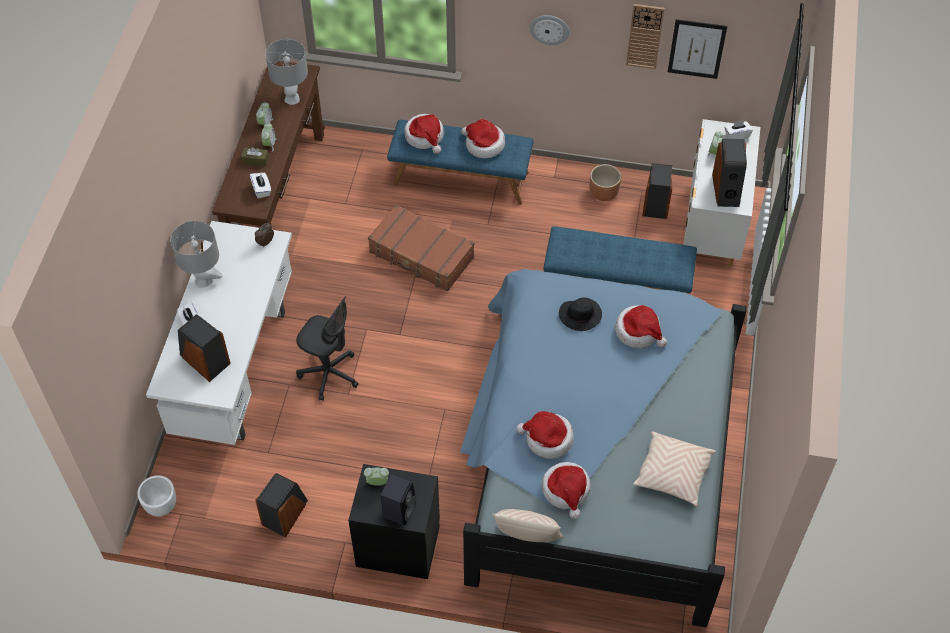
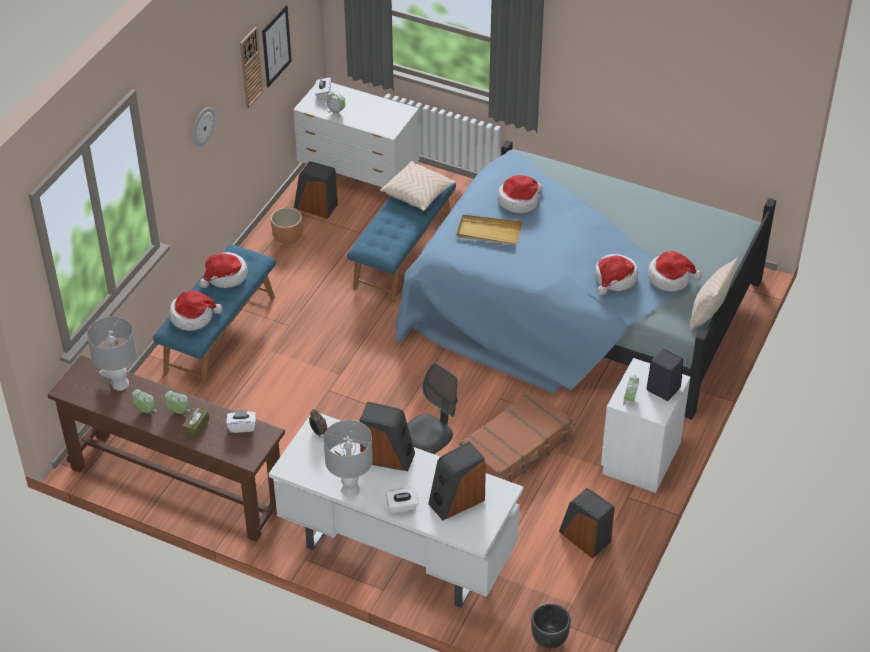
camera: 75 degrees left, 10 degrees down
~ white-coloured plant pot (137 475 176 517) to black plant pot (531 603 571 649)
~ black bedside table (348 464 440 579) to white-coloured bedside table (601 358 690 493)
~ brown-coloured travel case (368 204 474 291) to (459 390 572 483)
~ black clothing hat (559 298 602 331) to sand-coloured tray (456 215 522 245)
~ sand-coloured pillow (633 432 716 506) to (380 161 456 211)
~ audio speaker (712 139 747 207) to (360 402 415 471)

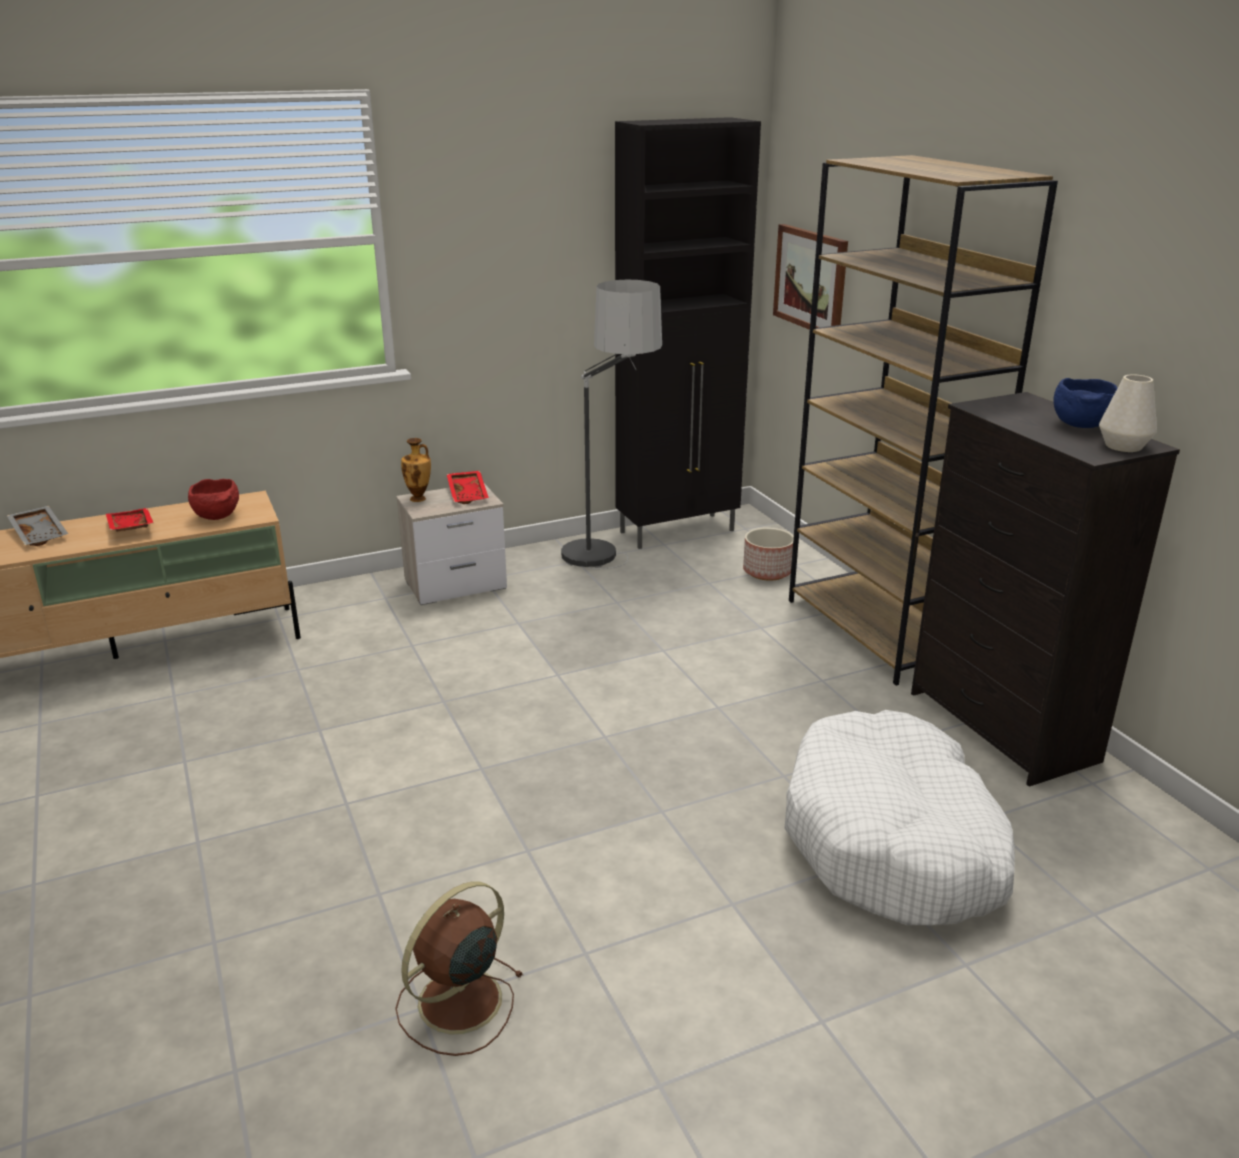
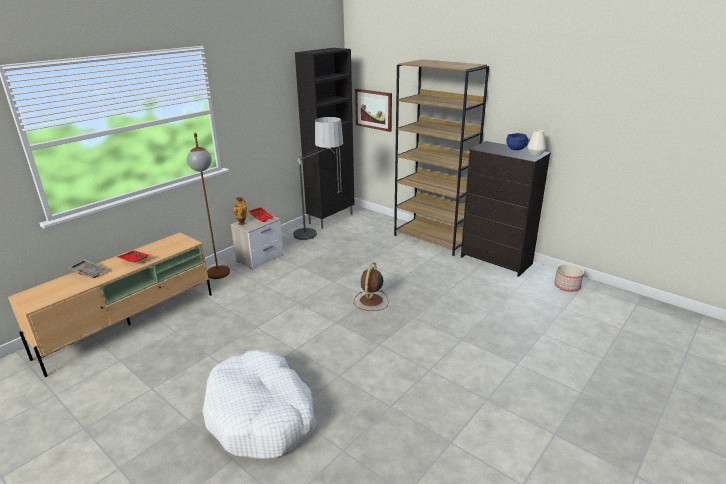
camera: 25 degrees left, 0 degrees up
- red-coloured bowl (188 479 239 520)
~ brown-coloured fan (395 881 523 1056) to (354 262 388 311)
~ plant pot (743 528 794 581) to (554 264 584 292)
~ white-coloured dog bed (784 710 1015 925) to (203 350 316 459)
+ brown-coloured standing lamp (187 133 230 279)

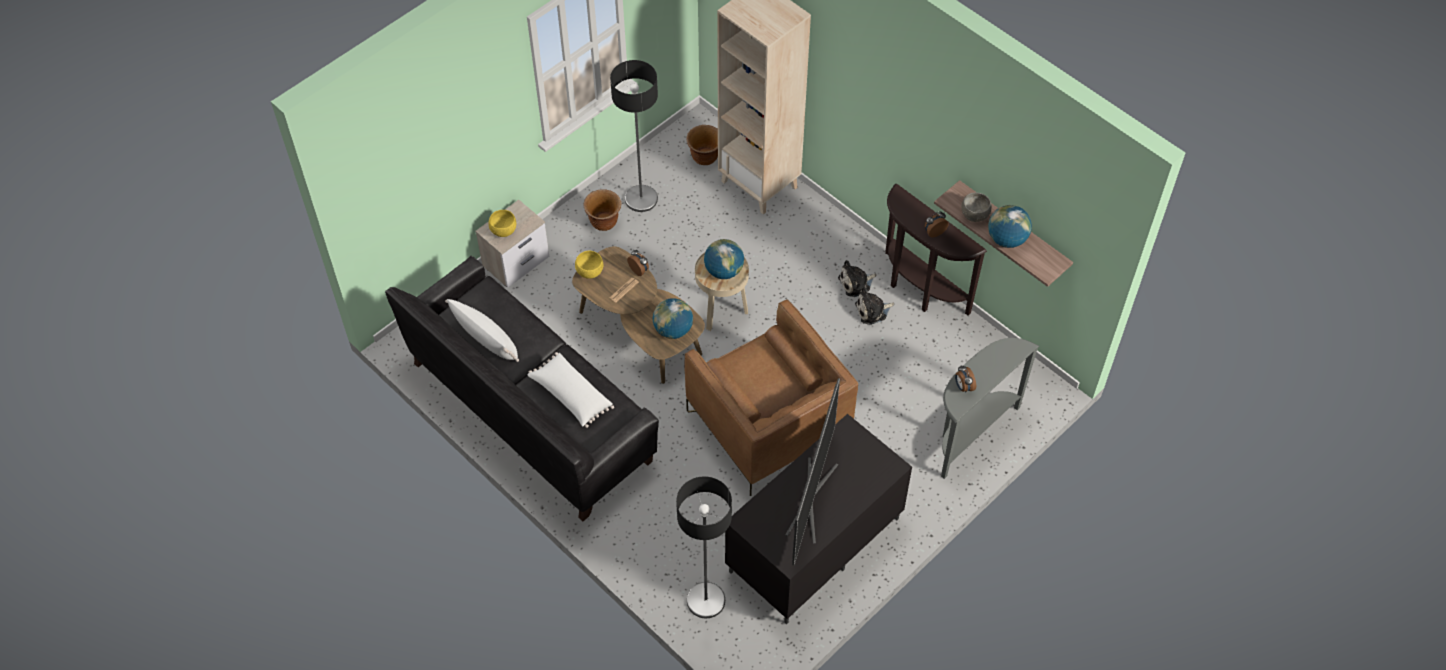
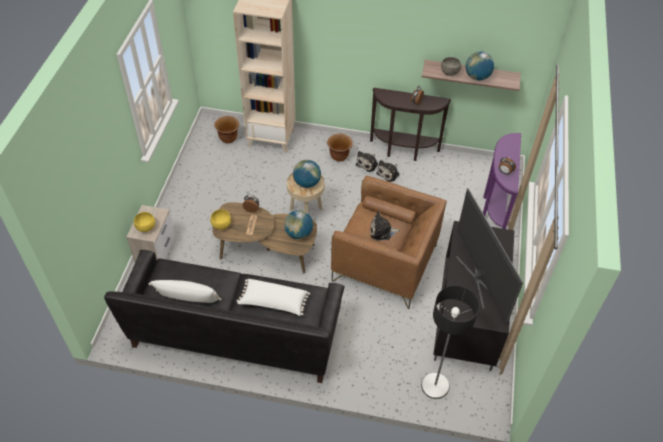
camera: 35 degrees left, 5 degrees down
~ brown-coloured plant pot (584 189 621 231) to (327 134 353 162)
- standing lamp (610 60 658 212)
~ gray console table (941 338 1039 479) to purplish console table (483 133 521 229)
+ soft toy (370 211 400 241)

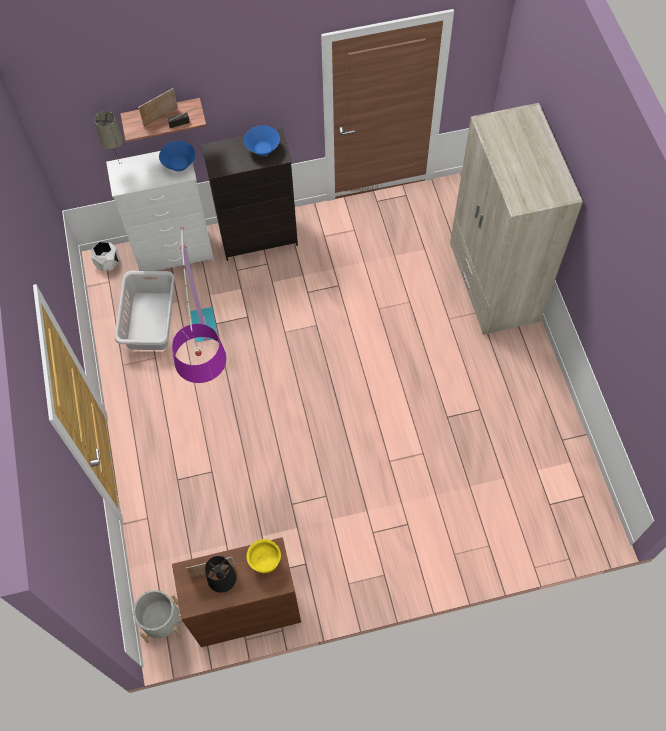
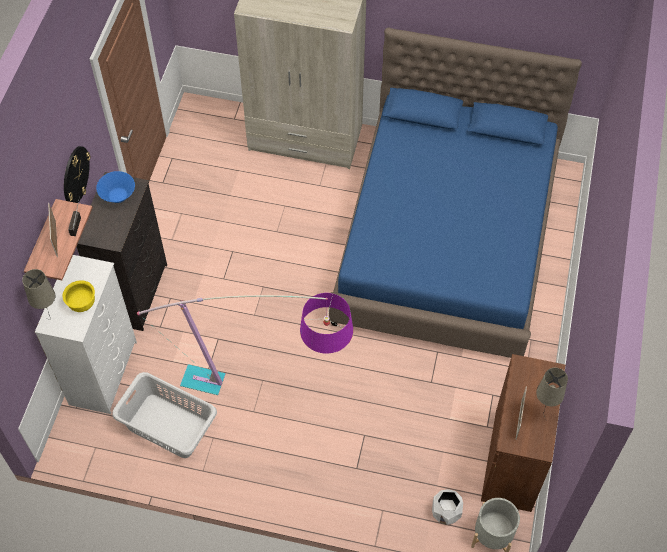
camera: 65 degrees left, 5 degrees down
~ white-coloured plant pot (91 242 119 271) to (432 489 463 525)
- bluish bowl (159 141 195 171)
~ black tabletop lamp (205 556 237 597) to sand-coloured tabletop lamp (536 367 568 417)
~ yellow-coloured bowl (247 539 281 573) to (63 280 95 312)
+ wall clock (64 146 91 203)
+ bluish sleeping bed (329 27 582 358)

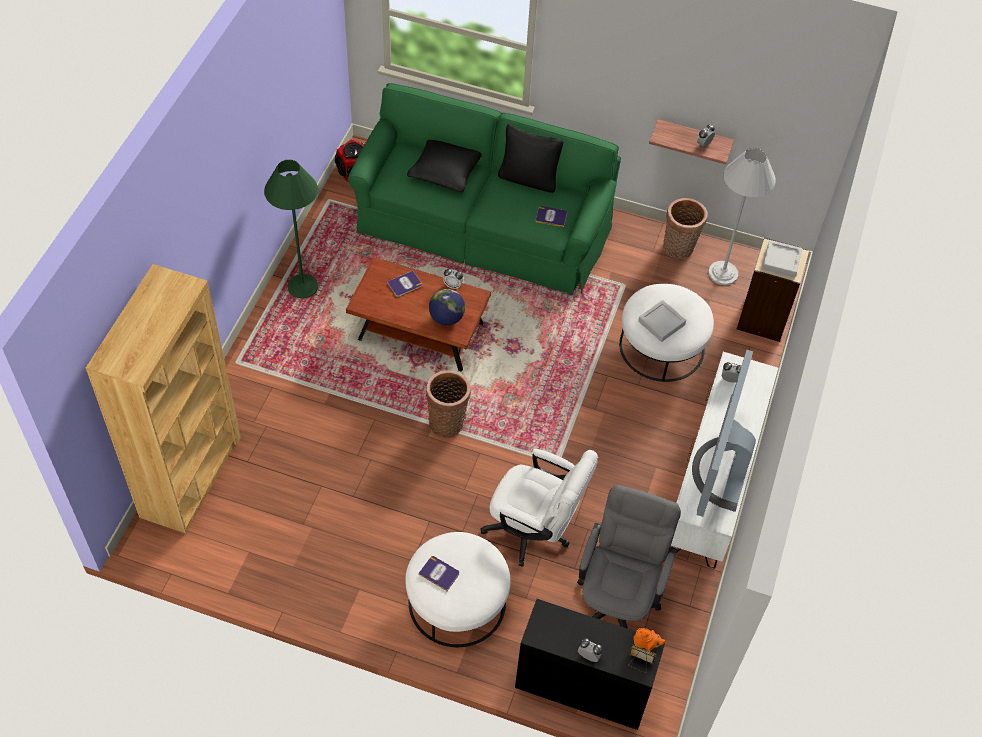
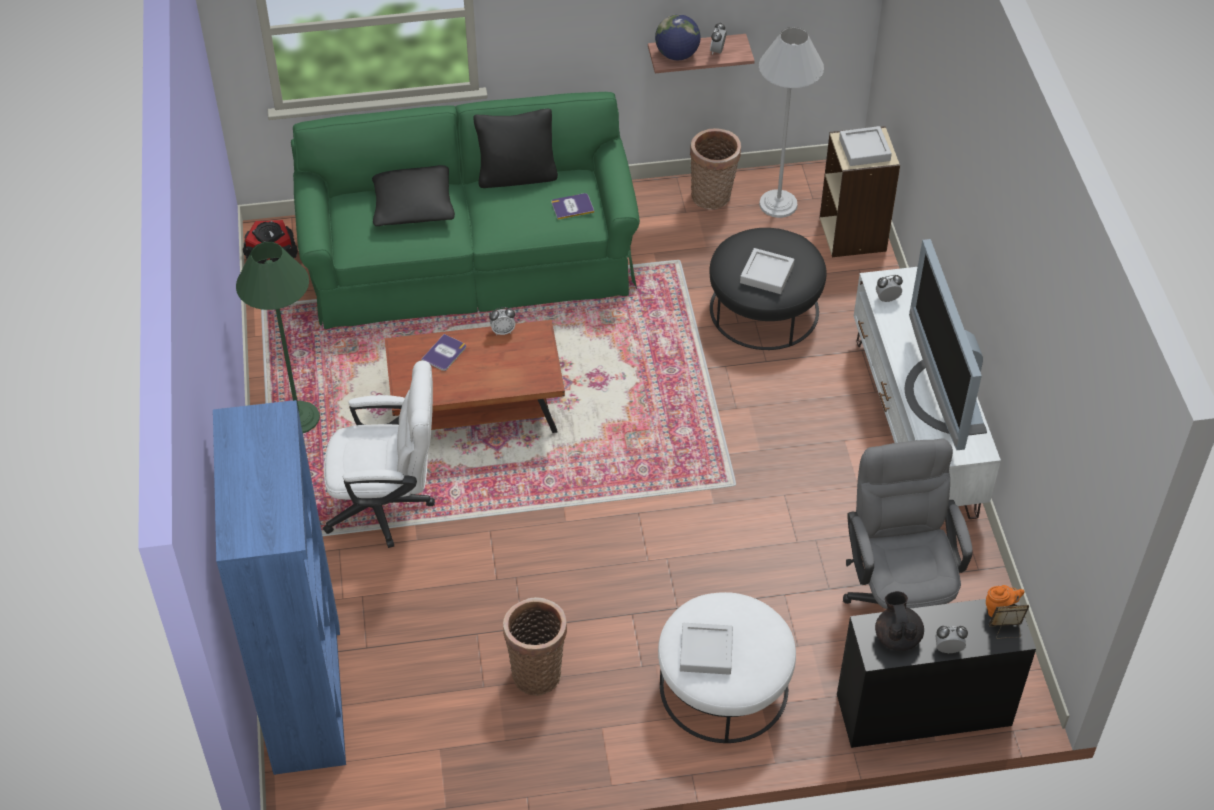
camera: 25 degrees left, 5 degrees down
~ brown-coloured bookcase (86 264 241 533) to bluish bookcase (213 400 346 775)
~ volume (418 556 459 591) to gray tray (680 623 733 675)
~ household basket (426 371 471 438) to (503 597 567 696)
~ world globe (429 289 465 325) to (655 14 701 60)
~ white-coloured computer chair (480 449 598 567) to (323 361 435 548)
~ white-coloured footrest (619 284 714 382) to black footrest (709 228 827 350)
+ black tea pot (875 591 924 651)

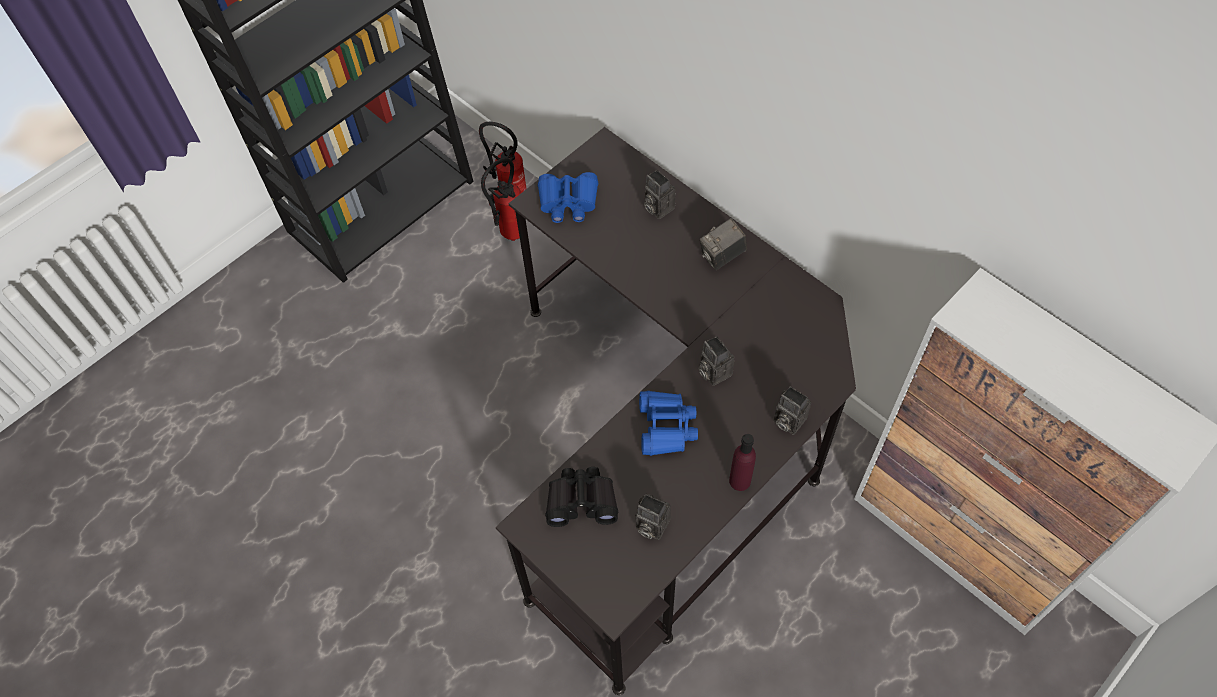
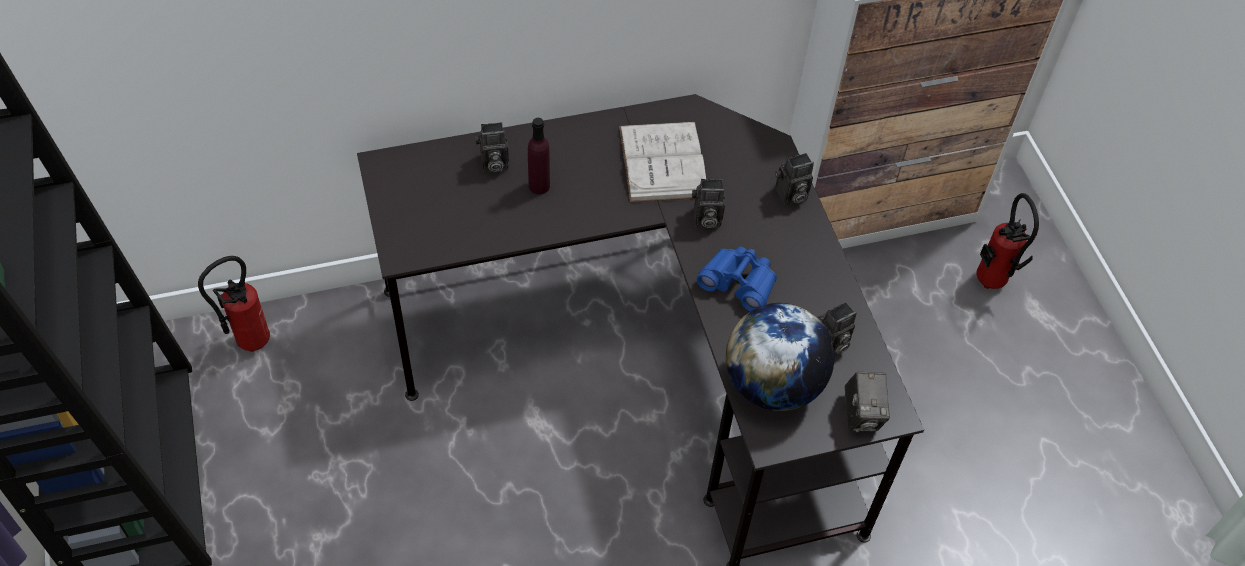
camera: 65 degrees left, 5 degrees down
~ fire-fighting cylinder (481 158 521 241) to (976 193 1039 289)
- bluish binoculars (538 172 598 223)
~ black binoculars (545 467 618 527) to world globe (726 303 835 411)
~ still camera (700 218 747 270) to (845 372 890 432)
~ purplish beverage bottle (729 434 756 491) to (528 118 550 194)
+ white-coloured volume (619 122 706 203)

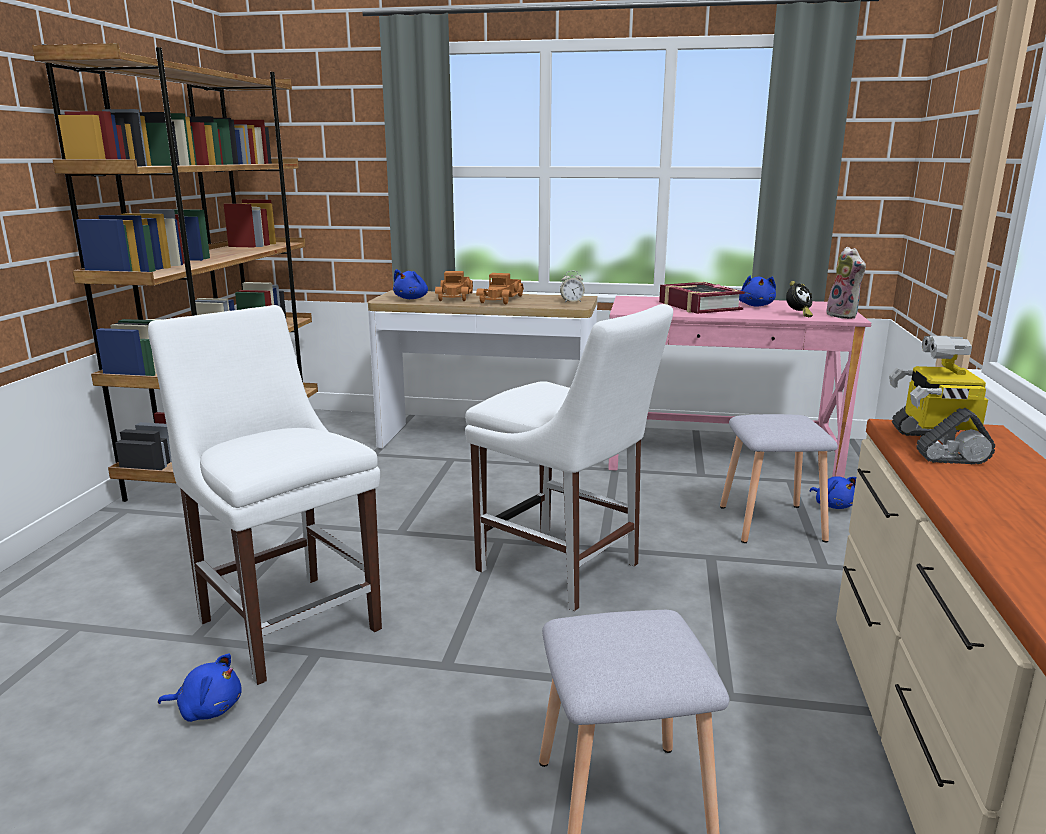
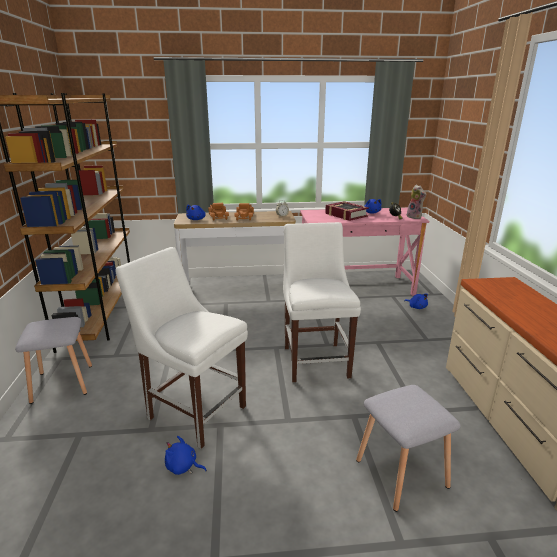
camera: 15 degrees left, 5 degrees up
~ bluish soft toy (158 654 242 722) = (165 436 207 475) 150 degrees counterclockwise
~ white-coloured plain chair (465 304 673 611) = (283 222 361 382) 120 degrees counterclockwise
~ gray stool (720 414 838 543) to (15 317 92 404)
- toy robot (889 336 995 465)

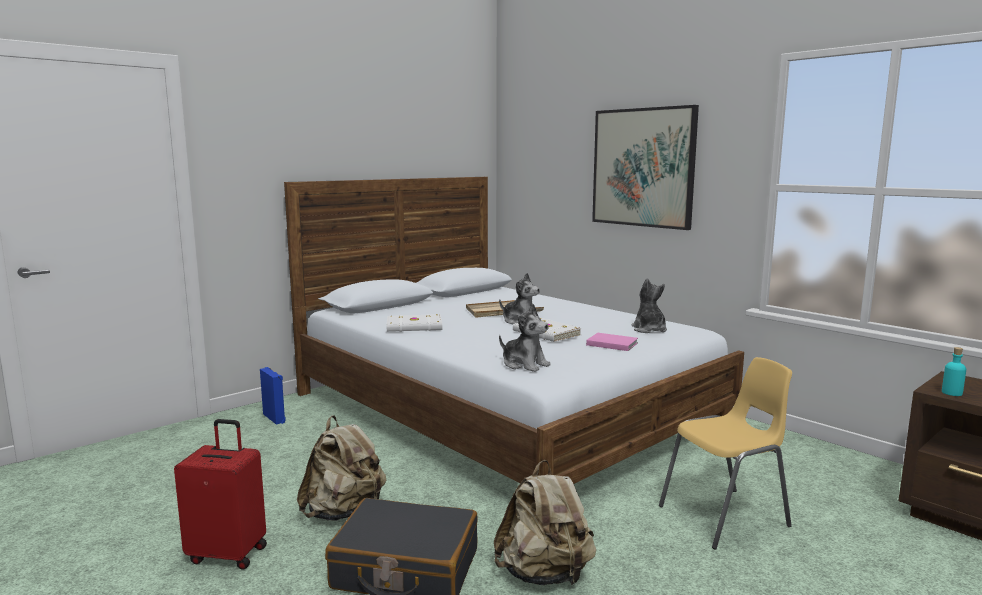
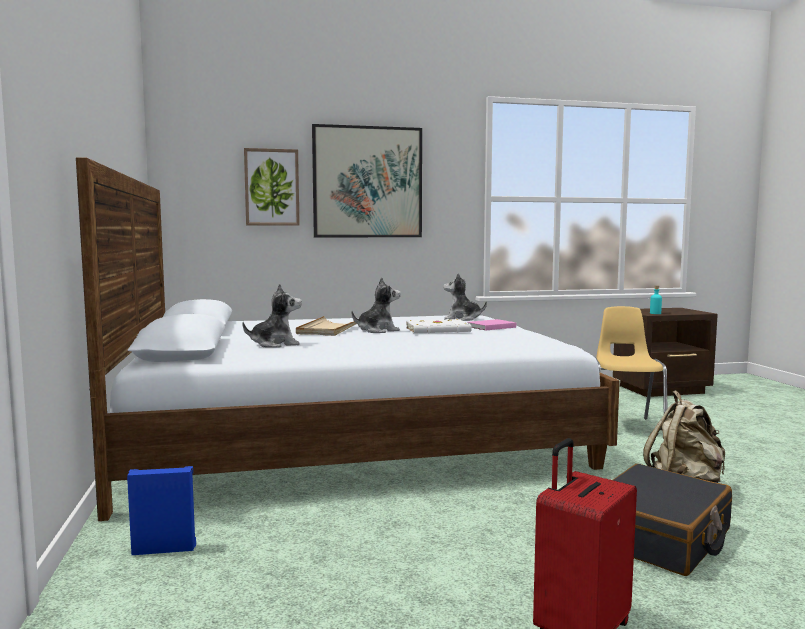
camera: 60 degrees left, 5 degrees down
- sand-coloured rucksack (297 415 386 521)
- white-coloured volume (387 314 443 332)
~ soft toy (499 304 551 372) to (242 283 302 348)
+ picture (244 148 300 226)

